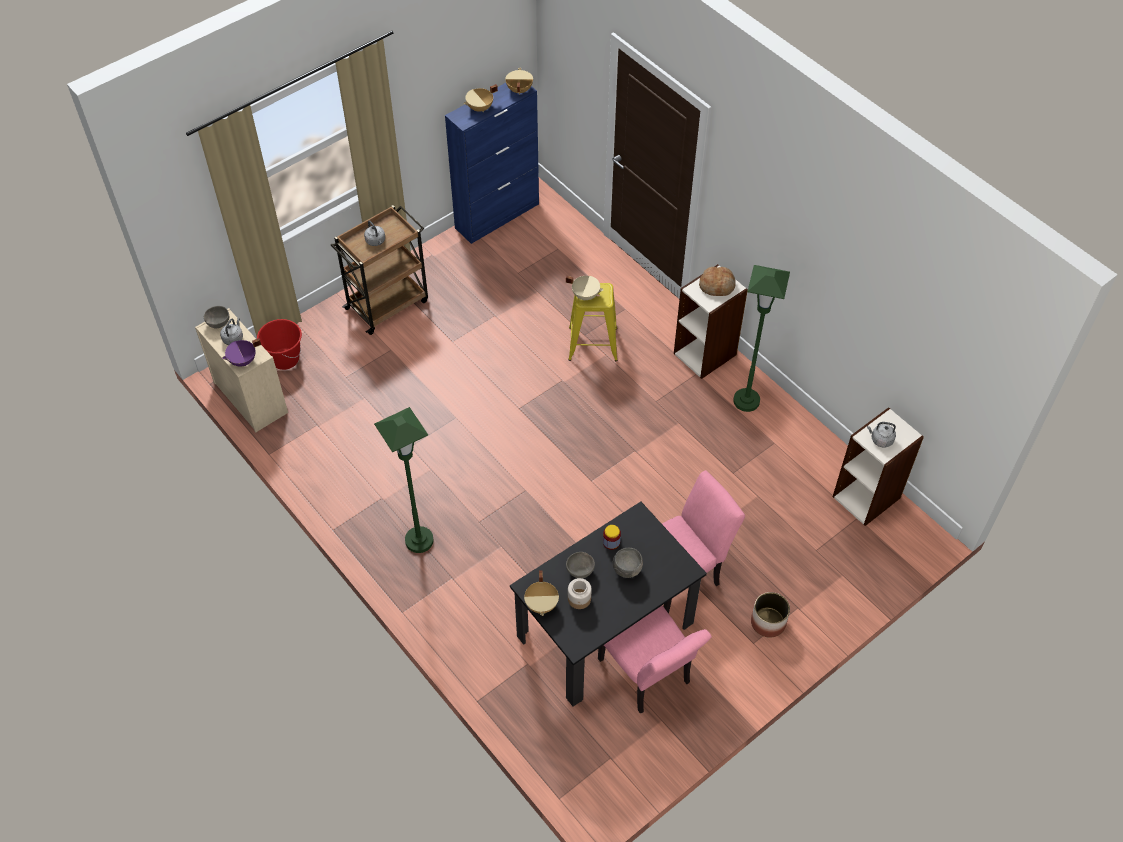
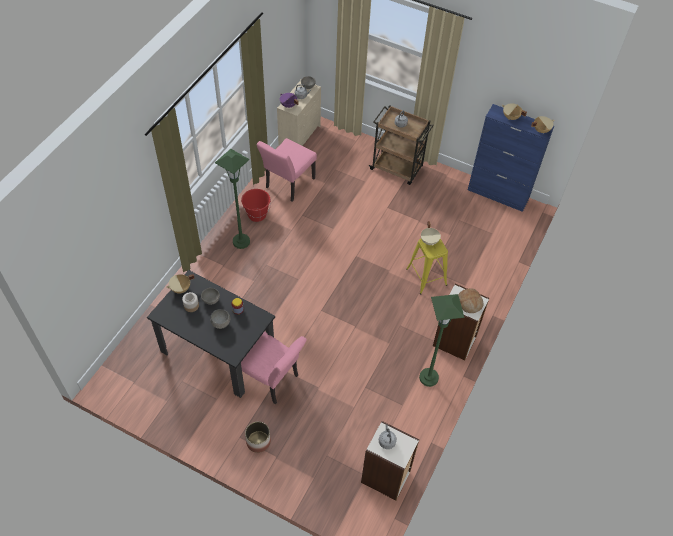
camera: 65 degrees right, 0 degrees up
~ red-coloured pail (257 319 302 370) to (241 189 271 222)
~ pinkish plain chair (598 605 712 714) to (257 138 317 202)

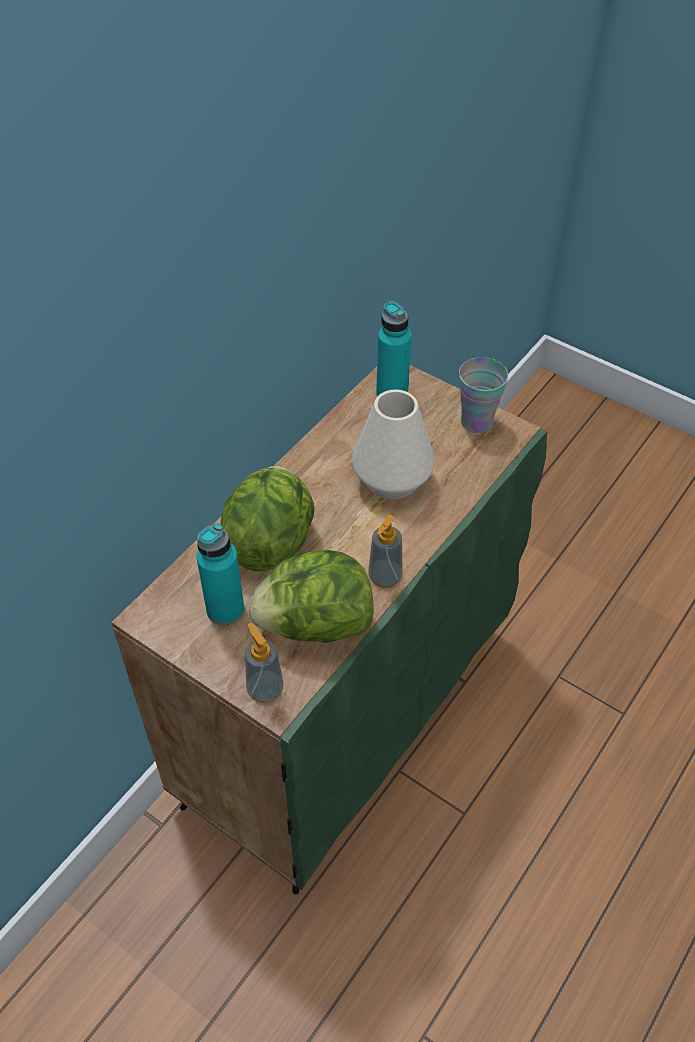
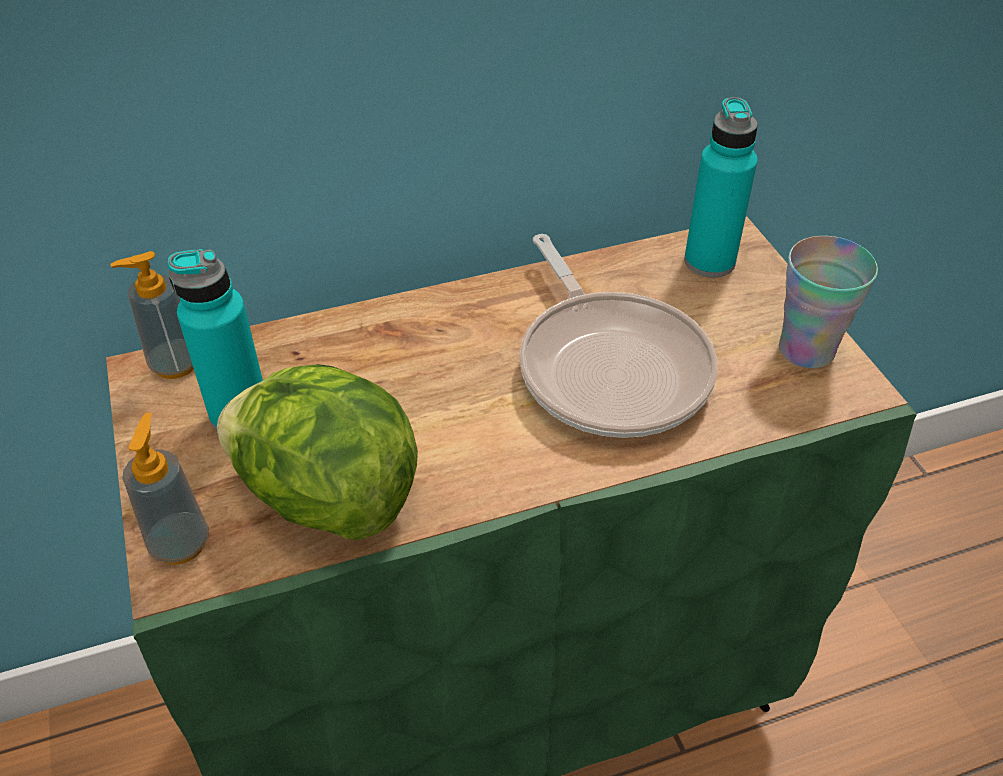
camera: 35 degrees right, 5 degrees down
- head of lettuce (221 466 315 571)
~ white-coloured vase (352 390 435 500) to pan (519 234 718 438)
~ soap dispenser (368 515 403 588) to (111 251 194 379)

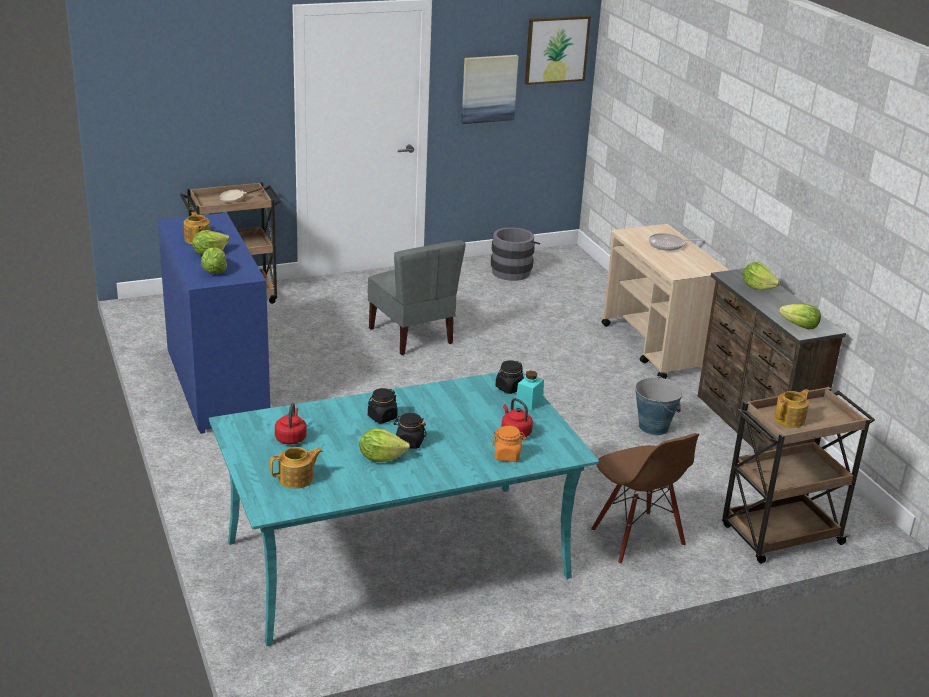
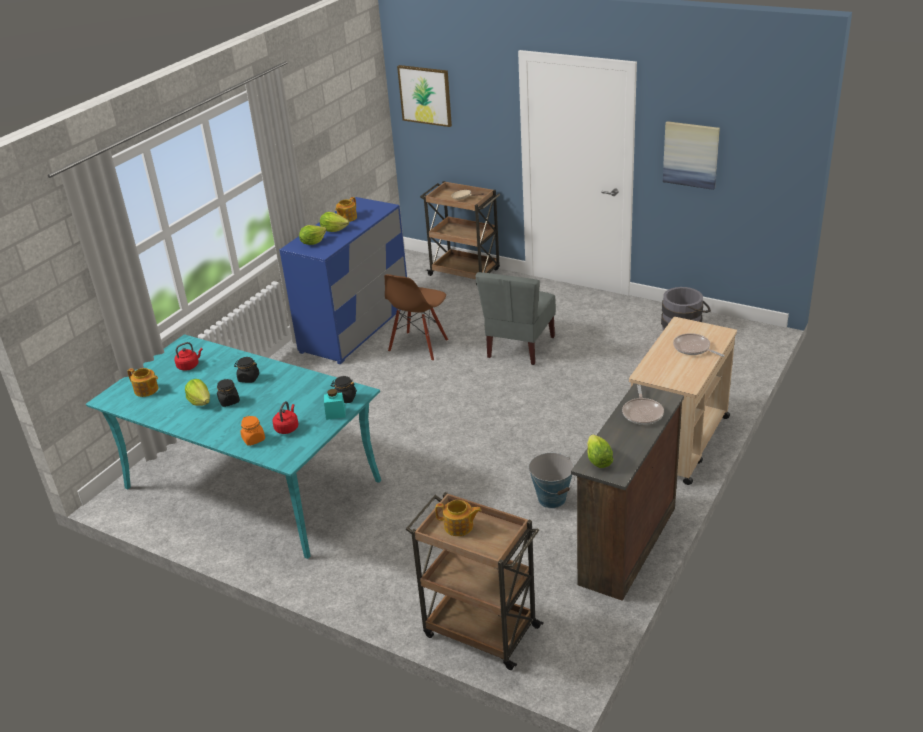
camera: 55 degrees right, 5 degrees up
~ picture (525 16 591 85) to (397 65 452 127)
~ brown-coloured plain chair (591 433 699 564) to (384 274 448 361)
~ head of lettuce (742 262 780 290) to pan (622 385 664 425)

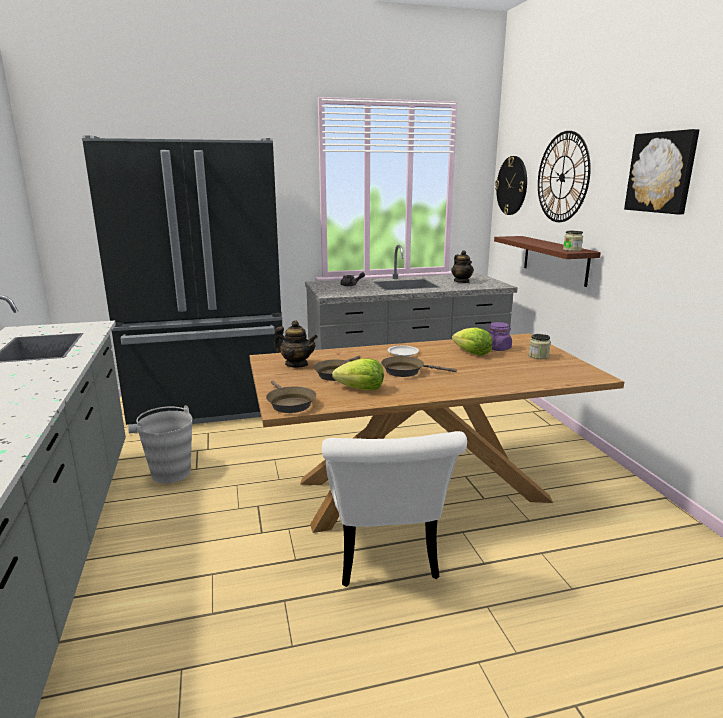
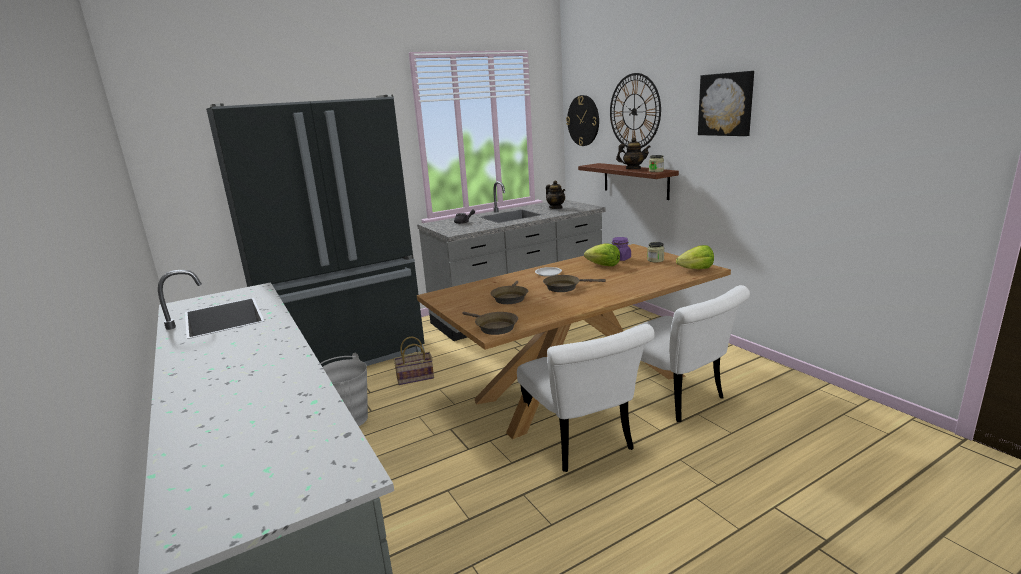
camera: 15 degrees left, 0 degrees up
~ tea pot (274 320 318 368) to (616 138 650 169)
~ head of lettuce (332 358 384 390) to (676 245 714 269)
+ household basket (393 336 434 385)
+ white-coloured plain chair (625 285 750 422)

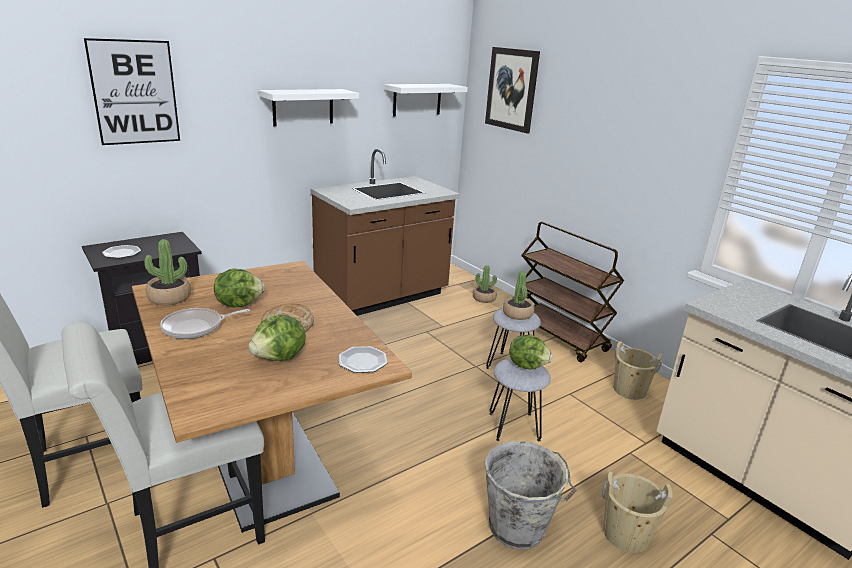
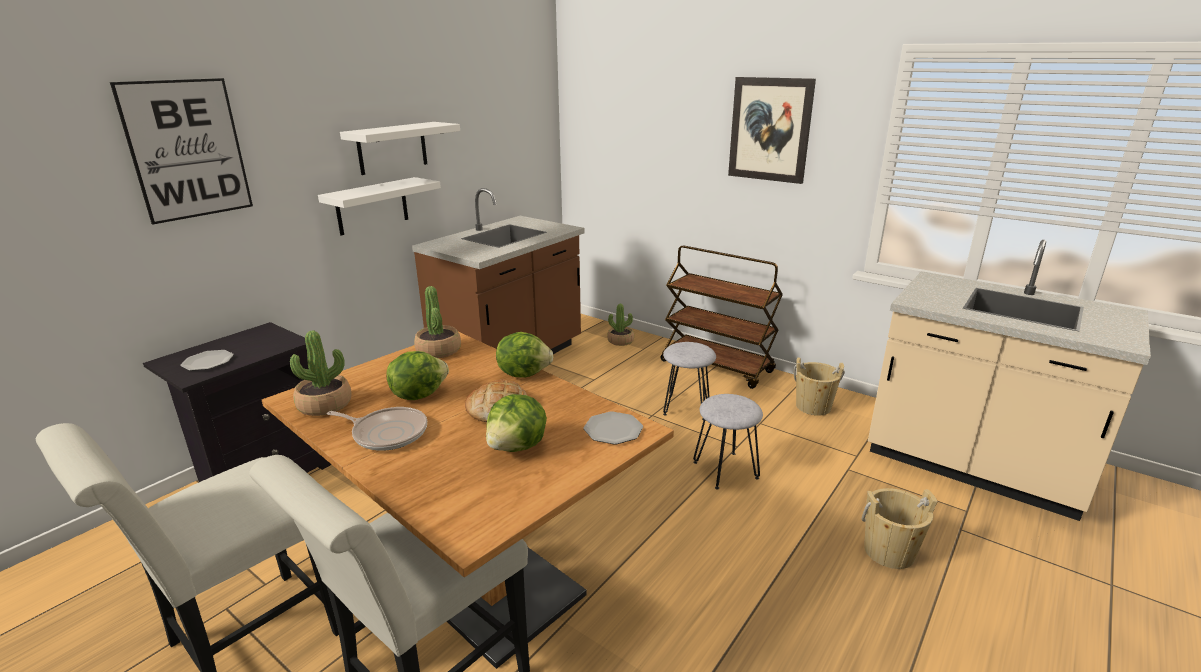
camera: 15 degrees left, 0 degrees up
~ pan (160 308 250 339) = (327 407 427 451) 120 degrees counterclockwise
~ white-coloured wall shelf (384 84 468 116) to (318 177 441 236)
~ picture (485 47 540 133) to (728 77 816 184)
- gray pail (485 441 577 550)
~ plant in a pot (503 271 534 320) to (414 286 461 358)
~ head of lettuce (509 335 553 369) to (496 332 554 377)

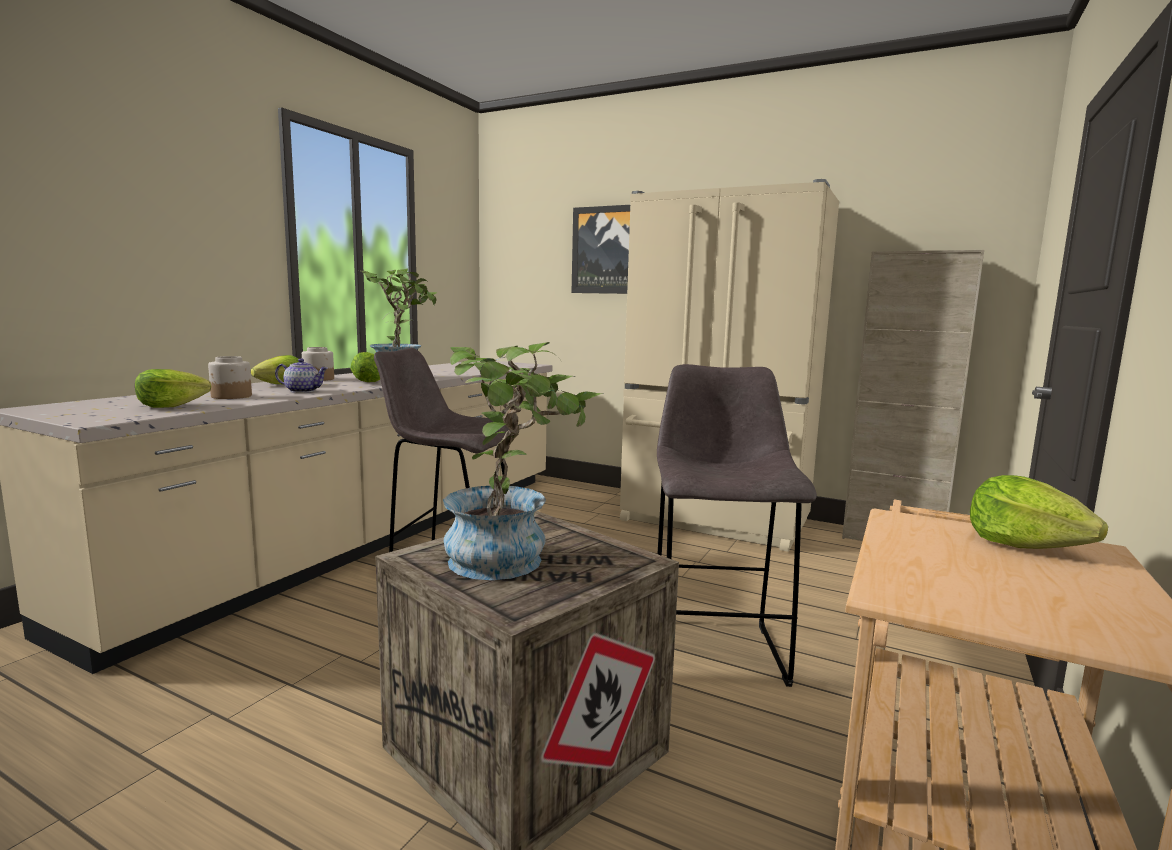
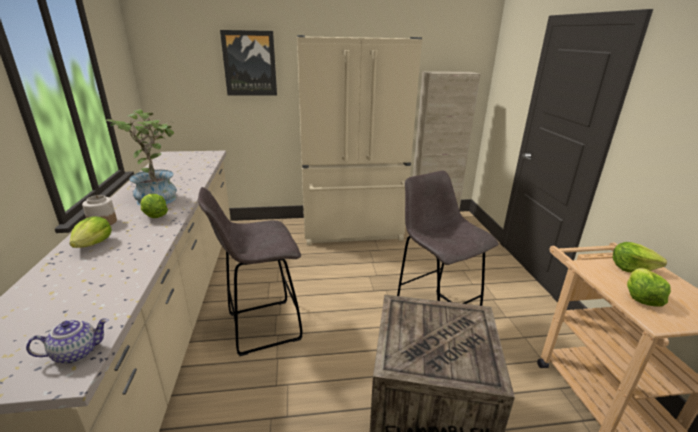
camera: 35 degrees left, 15 degrees up
~ head of lettuce (135 369 211 408) to (627 268 671 307)
- preserve jar (208 356 252 399)
~ tea pot (275 358 328 393) to (26 318 108 364)
- plant in a pot (443 342 602 580)

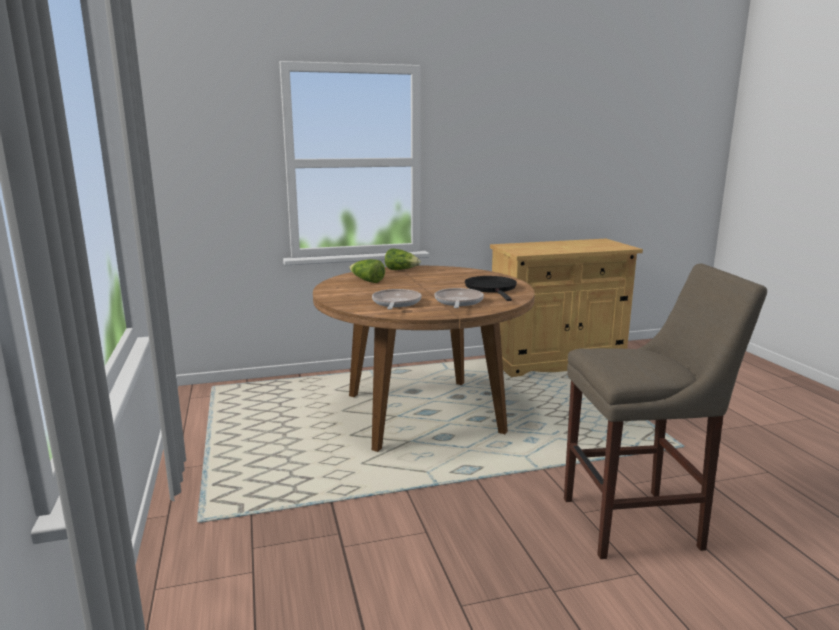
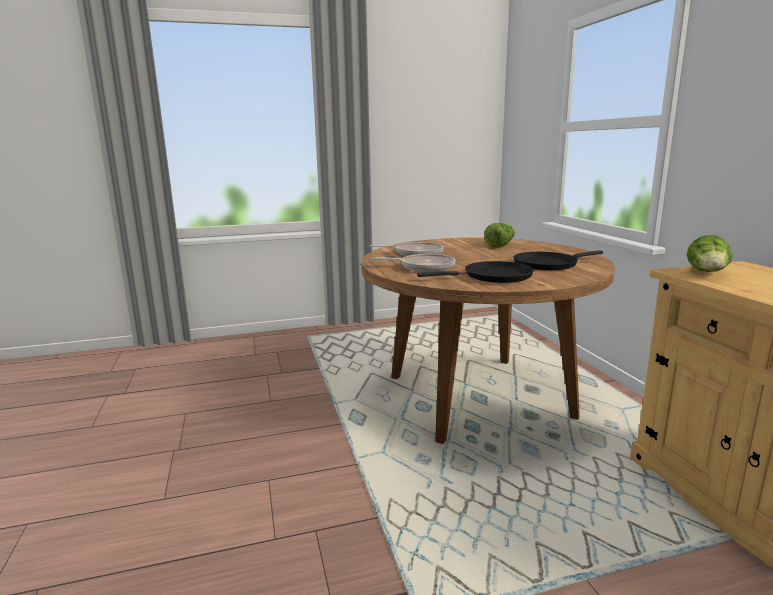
camera: 90 degrees right, 0 degrees up
~ head of lettuce (385 248 421 270) to (687 235 733 272)
- sand-coloured stool (564 264 767 559)
+ black pan (513 250 603 270)

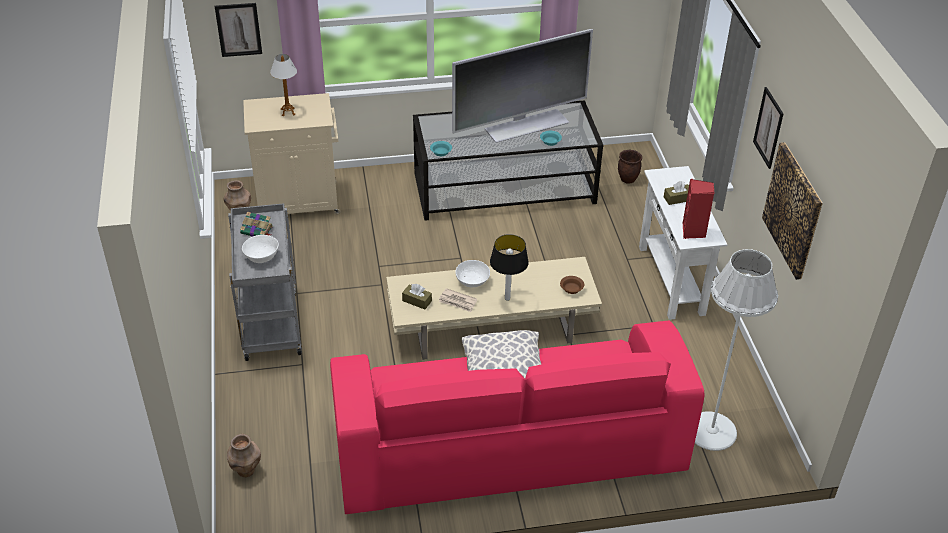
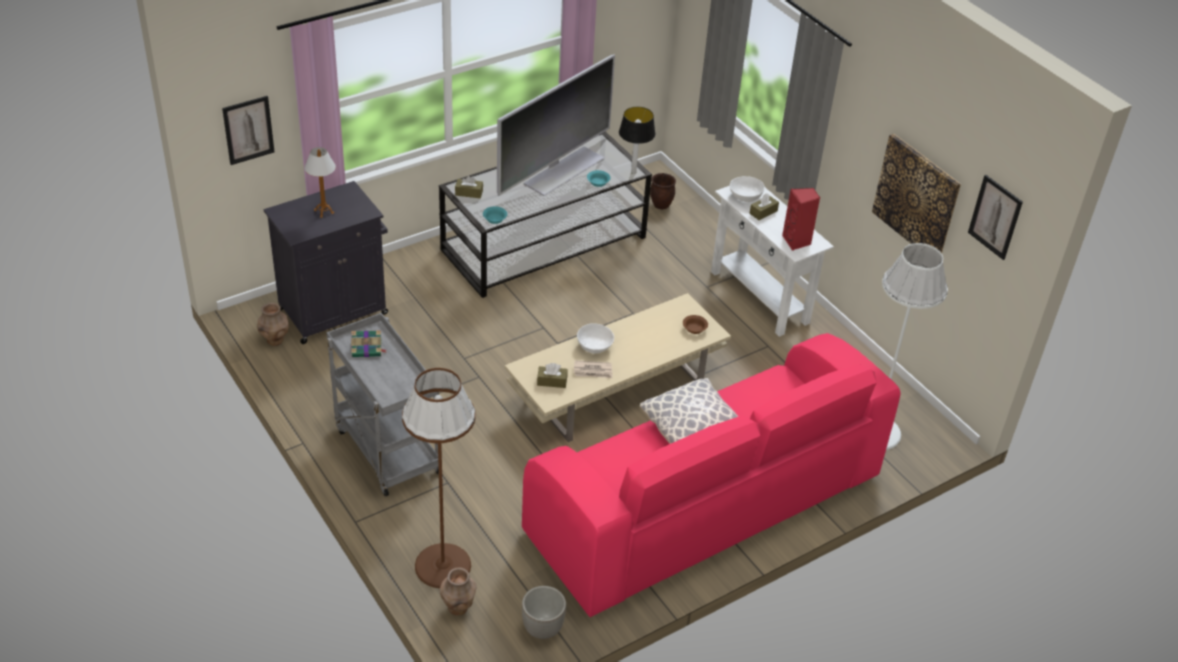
camera: 25 degrees left, 0 degrees up
~ white-coloured bowl (242 235 279 263) to (730 176 765 202)
~ sand-coloured storage cabinet (243 93 340 214) to black storage cabinet (263 181 388 344)
~ tabletop lamp (490 234 529 301) to (619 107 655 174)
~ picture (753 87 783 169) to (968 175 1023 260)
+ brown-coloured standing lamp (402 368 476 588)
+ brown-coloured tissue box (455 176 483 198)
+ plant pot (522 586 566 639)

